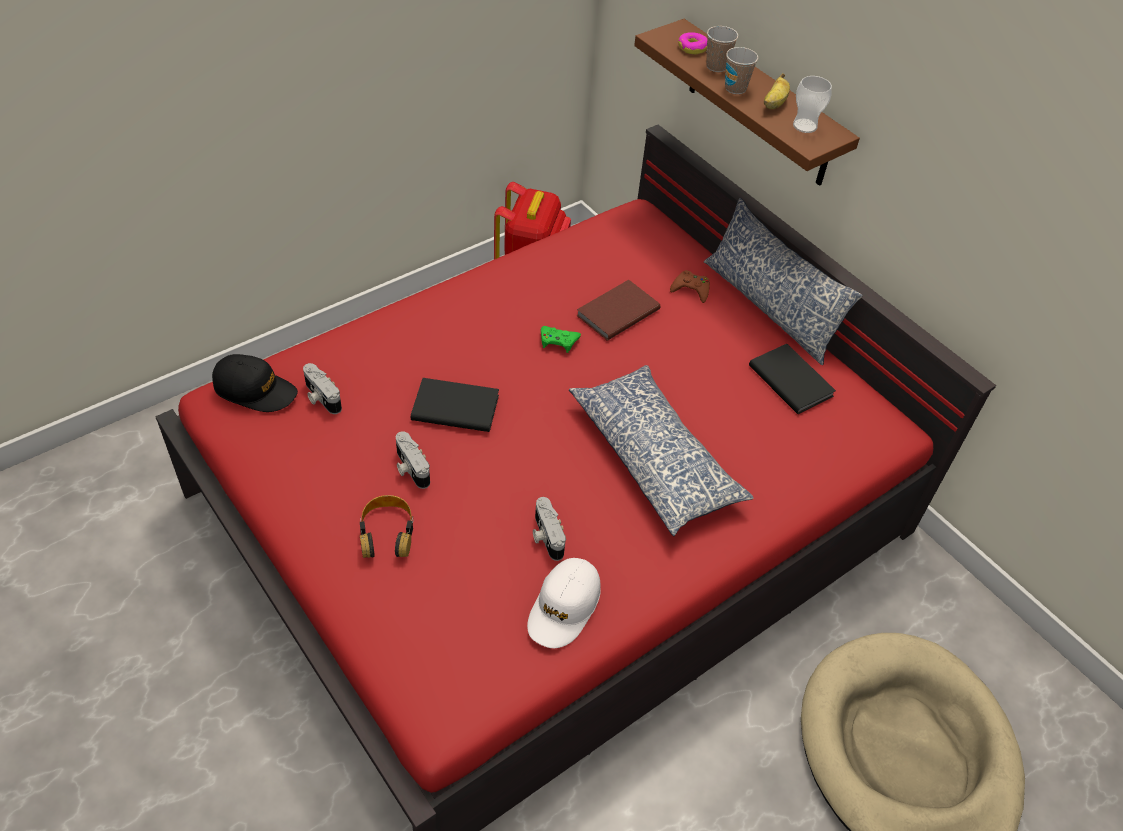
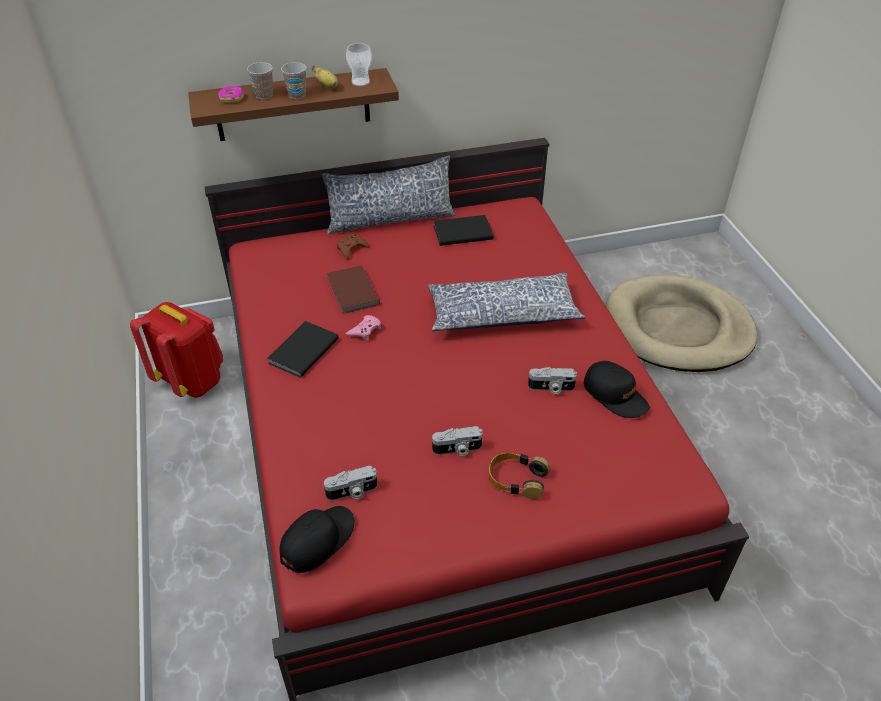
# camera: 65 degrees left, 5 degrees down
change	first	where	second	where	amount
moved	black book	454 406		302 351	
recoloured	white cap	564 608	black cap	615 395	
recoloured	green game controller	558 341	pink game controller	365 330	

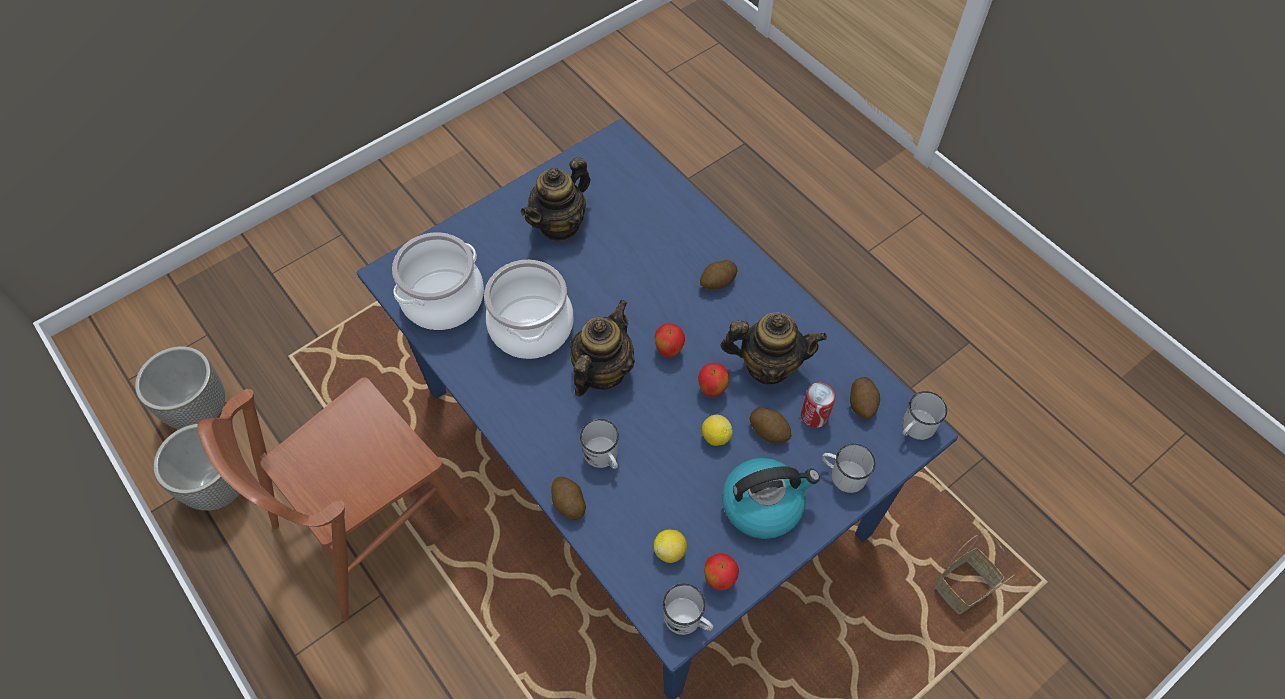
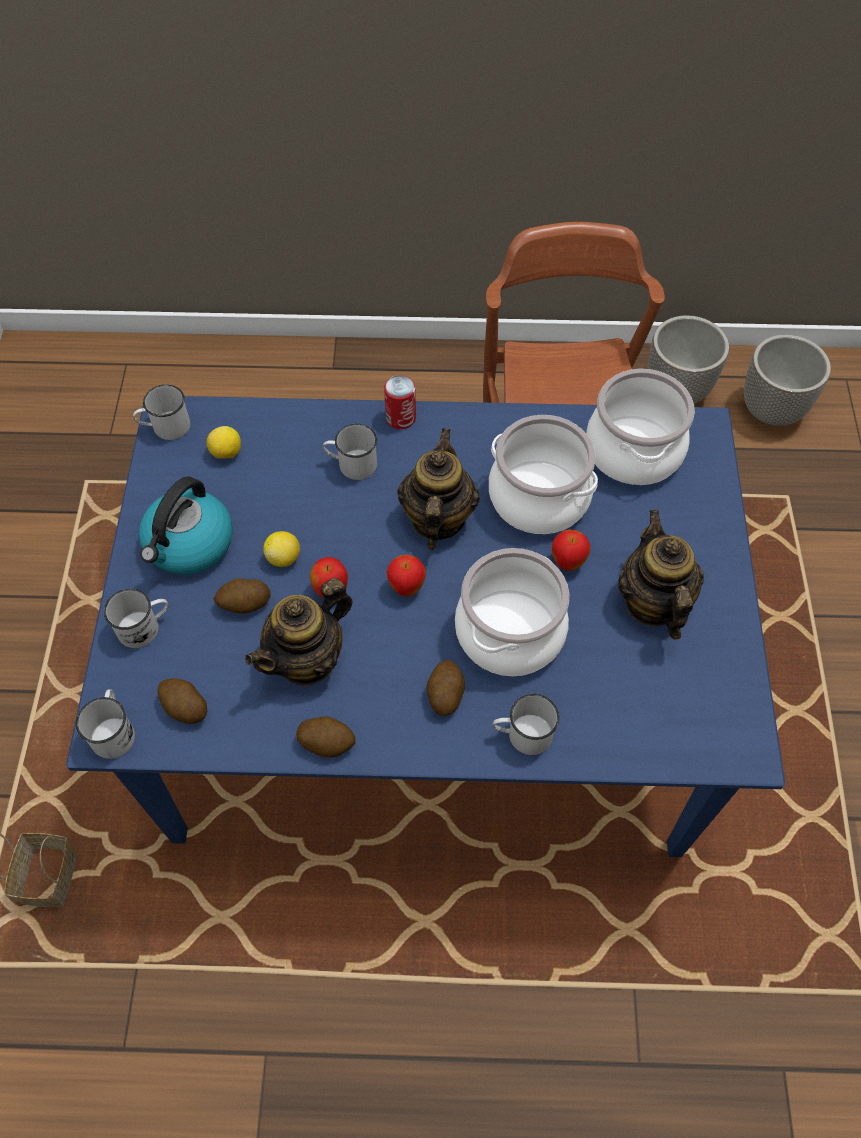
# camera: 130 degrees right, 0 degrees up
change	first	where	second	where	amount
moved	potato	568 503		327 742	
turned	teapot	602 371		437 519	150 degrees counterclockwise
moved	apple	719 579		567 563	
moved	can	814 415		400 418	
added			cooking pot	511 632	
added			white mug	522 735	

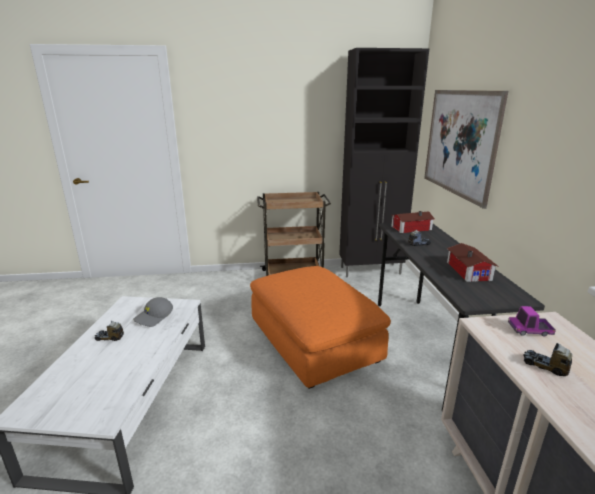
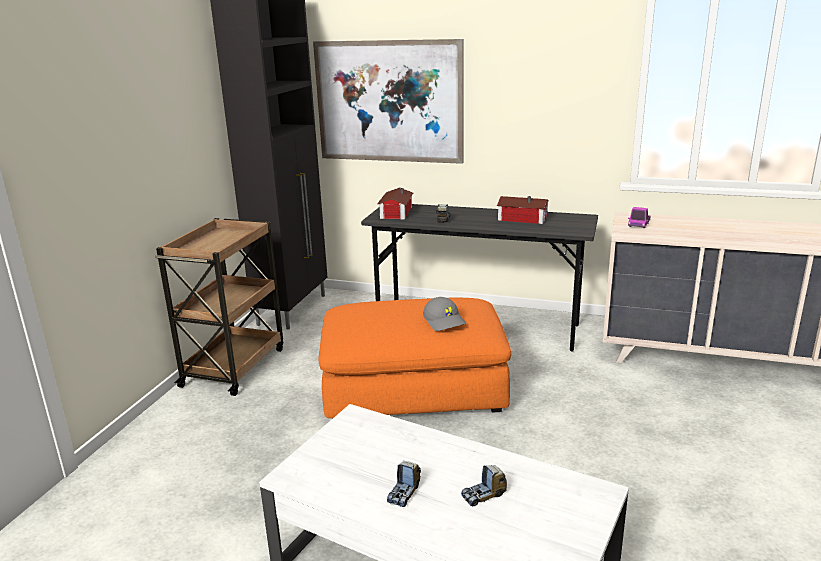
# camera: 65 degrees left, 0 degrees up
change	first	where	second	where	amount
moved	grey cap	154 317		445 321	
moved	toy truck	545 366		484 495	

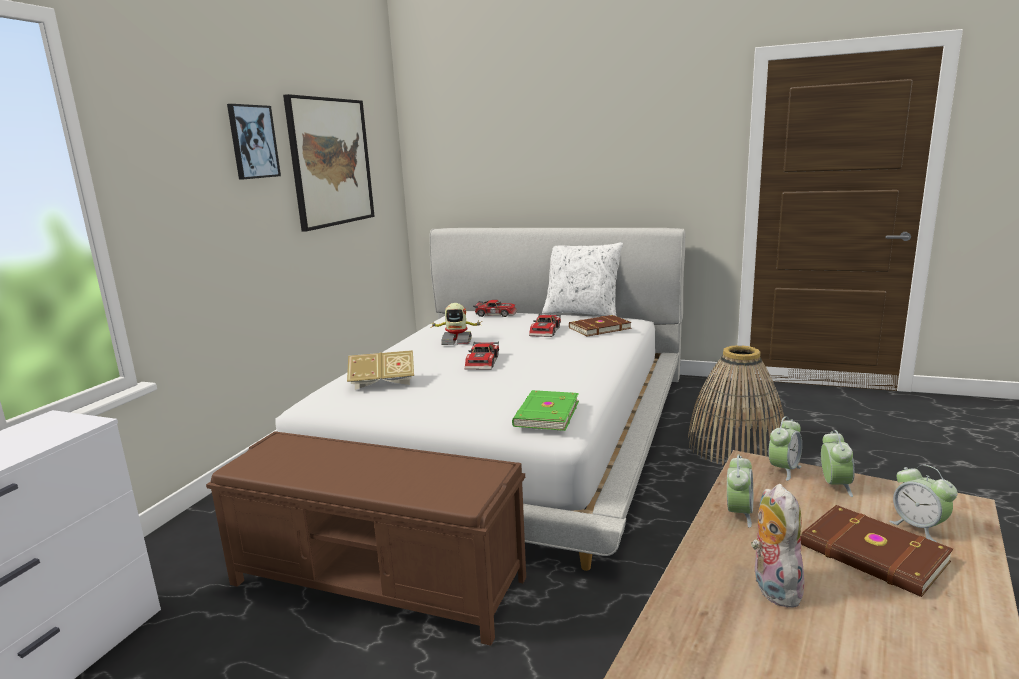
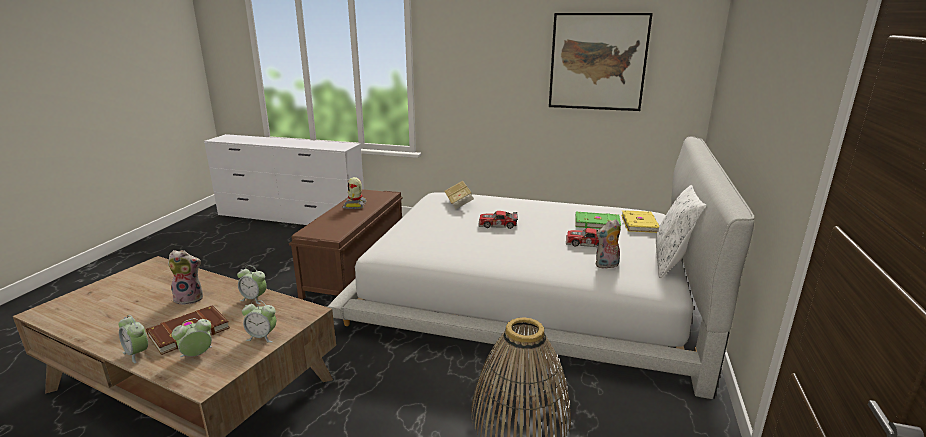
# camera: 85 degrees right, 5 degrees up
change	first	where	second	where	amount
removed	picture	253 142			
moved	toy robot	457 341		355 205	
replaced	toy car	496 314	yellow book	640 223	
moved	green book	545 414		596 222	
replaced	brown book	599 328	plush toy	607 265	
moved	alarm clock	783 470		137 353	

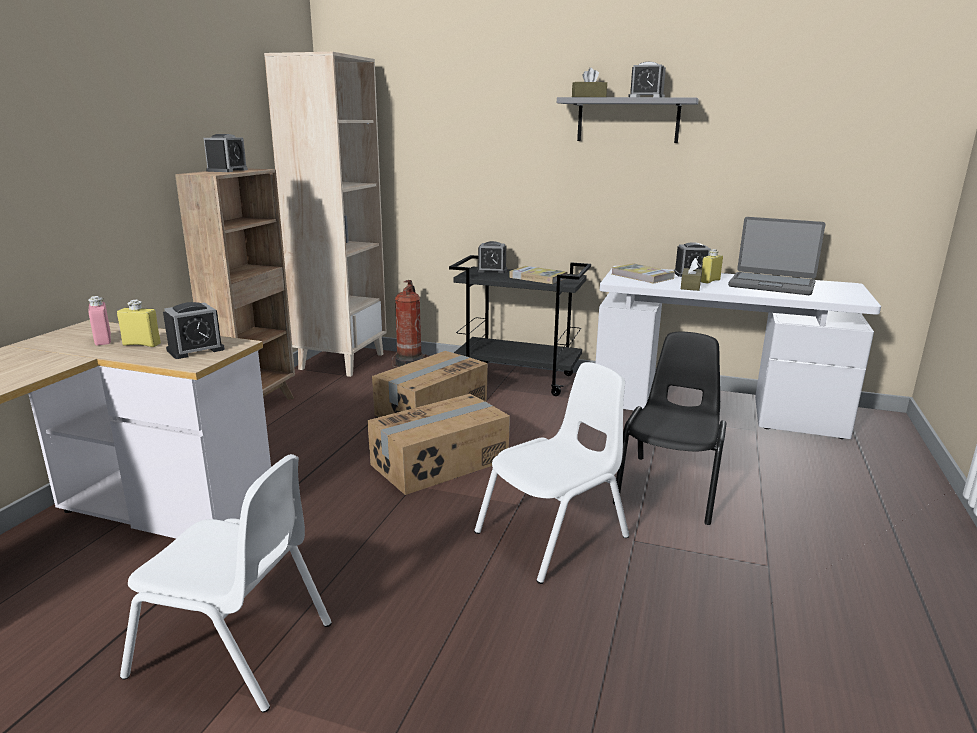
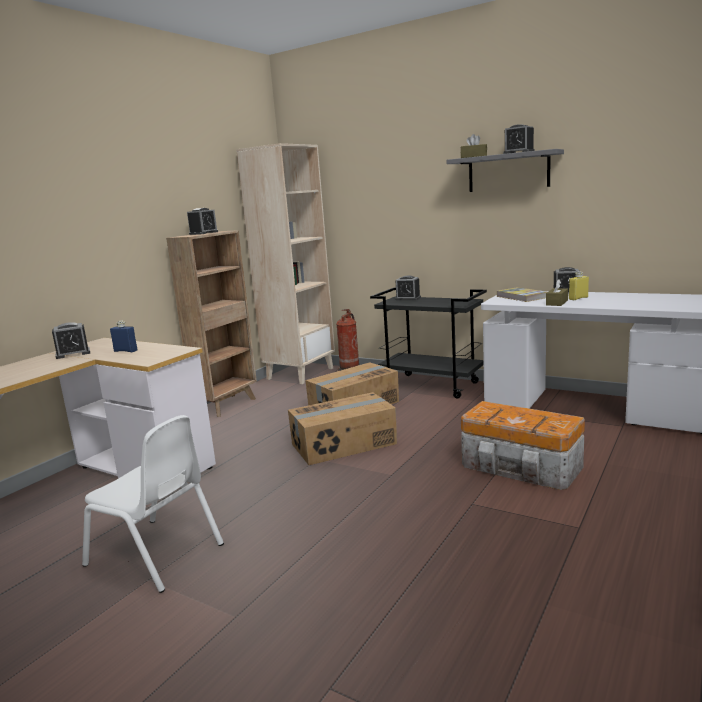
# camera: 15 degrees right, 5 degrees down
change	first	where	second	where	amount
removed	pink bottle	103 340			
recoloured	yellow bottle	141 344	blue bottle	125 351	
moved	alarm clock	195 350		73 353	
removed	white chair	553 536			
removed	book	538 278			
replaced	black chair	670 488	storage box	521 467	
removed	laptop	771 285			

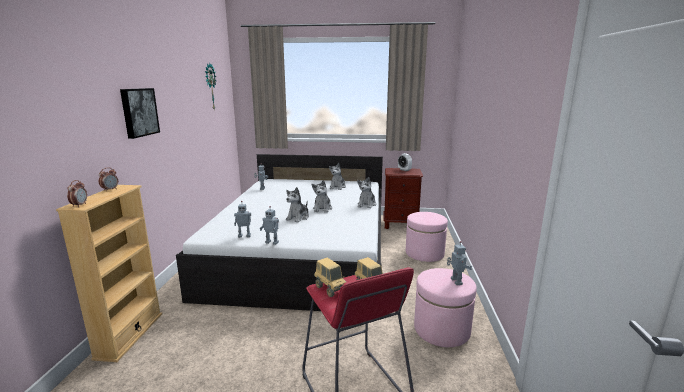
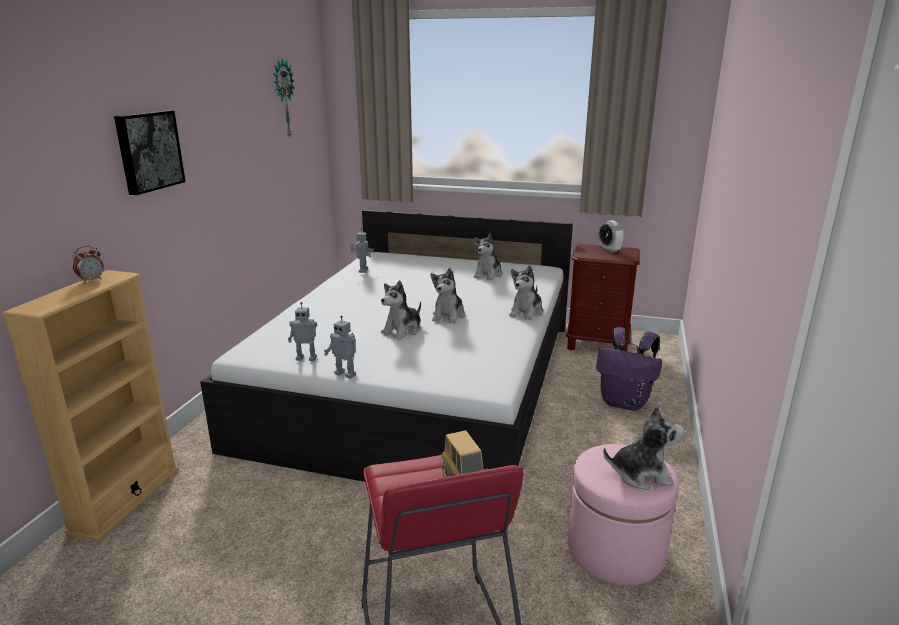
# camera: 10 degrees right, 5 degrees up
change	first	where	second	where	amount
removed	alarm clock	79 205			
removed	toy truck	330 289			
replaced	pink ottoman	424 253	purple backpack	625 402	
replaced	toy robot	455 281	plush toy	641 475	

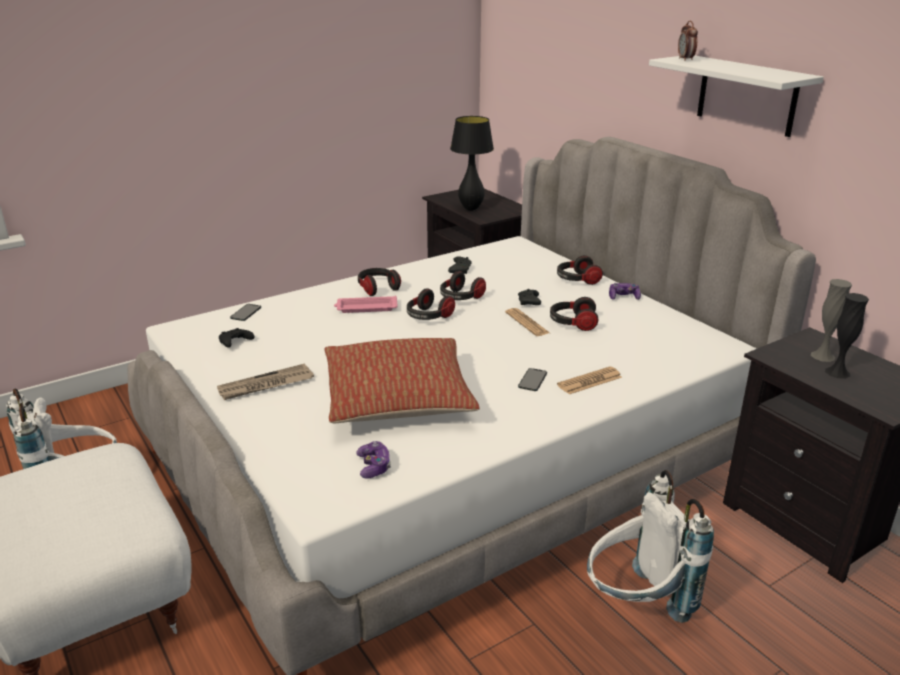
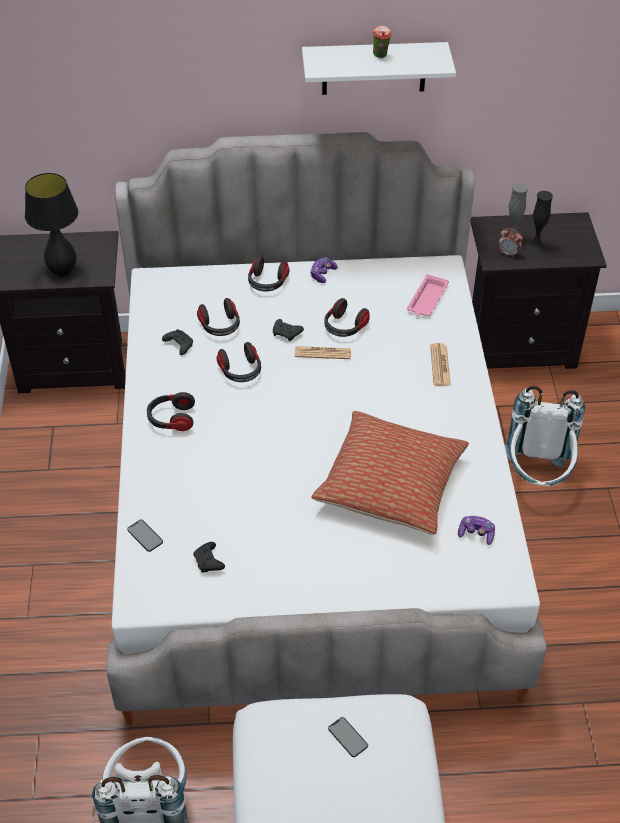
# camera: 60 degrees left, 20 degrees up
change	first	where	second	where	amount
removed	newspaper	265 385			
moved	pink tray	365 308		427 300	
moved	headphones	428 317		220 326	
moved	phone	532 380		348 737	
moved	alarm clock	685 60		508 253	
added			cup	381 56	

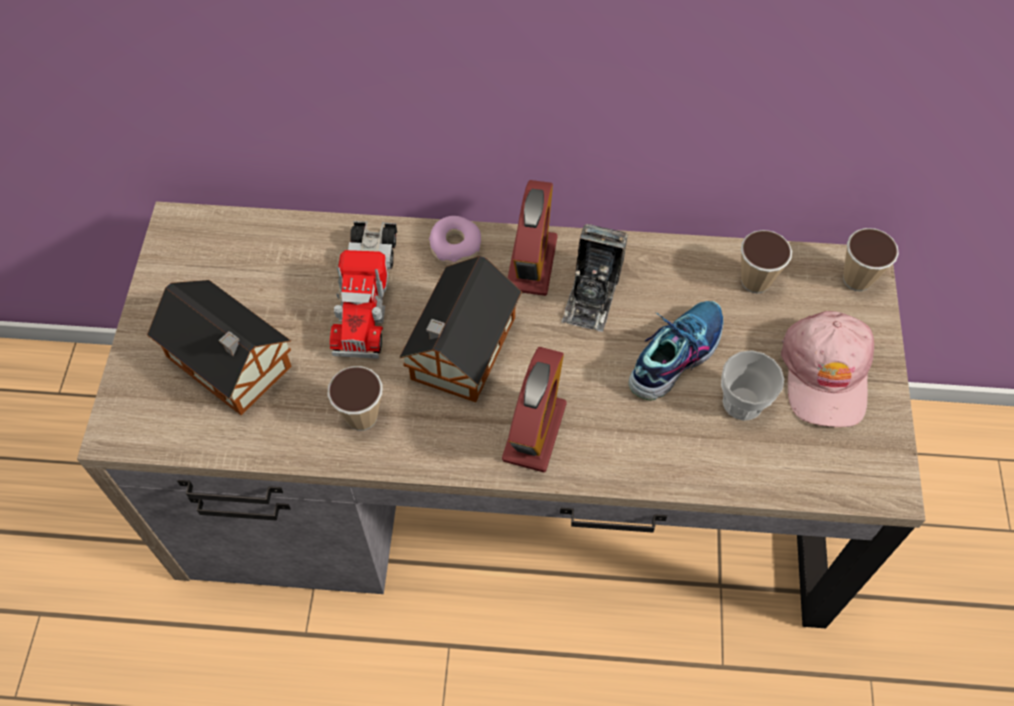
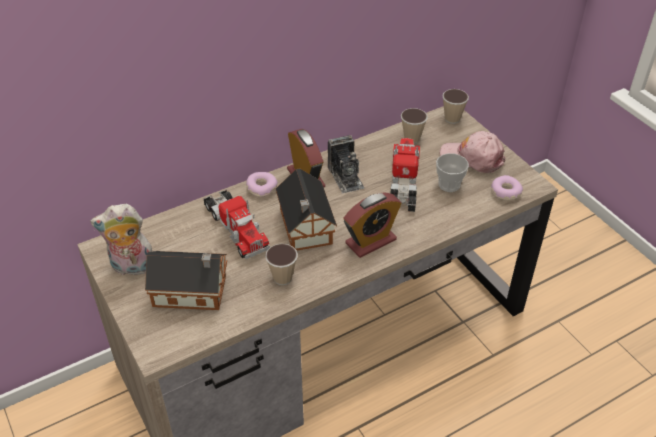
# camera: 35 degrees left, 15 degrees down
change	first	where	second	where	amount
turned	alarm clock	534 432		371 241	75 degrees clockwise
replaced	shoe	675 354	toy truck	404 181	
turned	pink cap	826 374		472 158	135 degrees clockwise
added			plush toy	131 268	
added			donut	505 192	

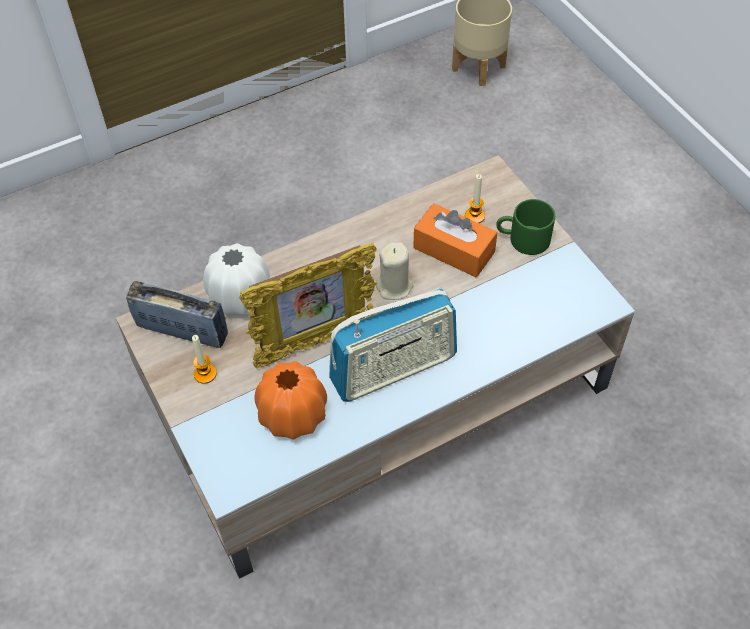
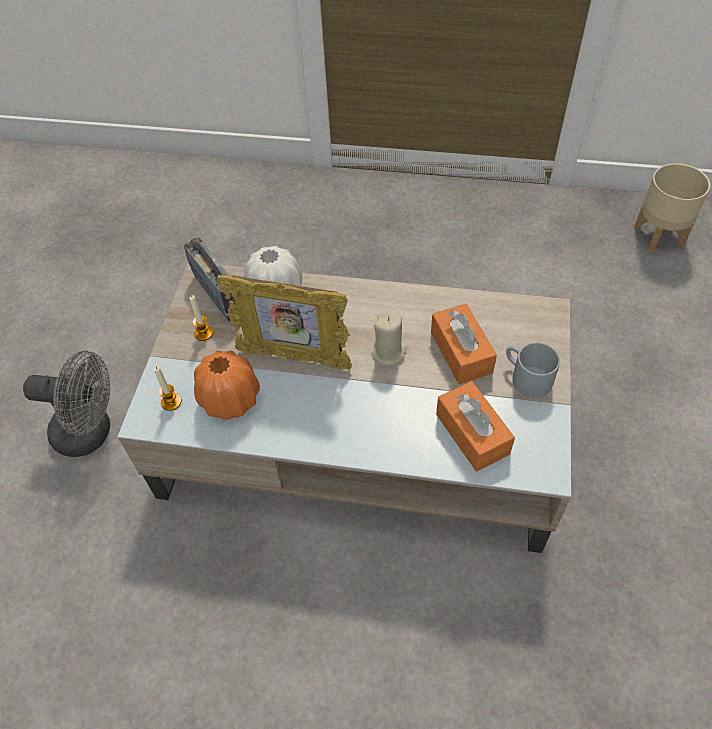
# camera: 40 degrees right, 0 degrees up
change	first	where	second	where	amount
removed	radio	393 369			
moved	candle	474 216		171 402	
recoloured	green mug	522 240	grey mug	525 377	
added			grey fan	91 433	
added			orange tissue box	472 434	

